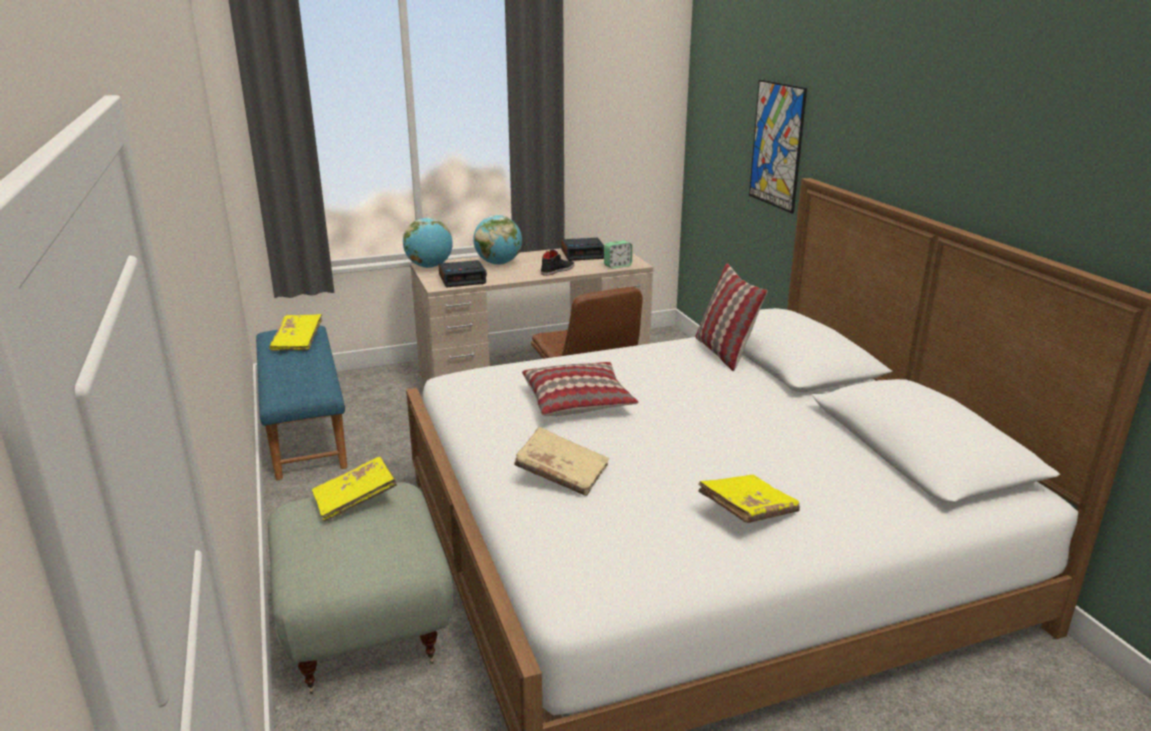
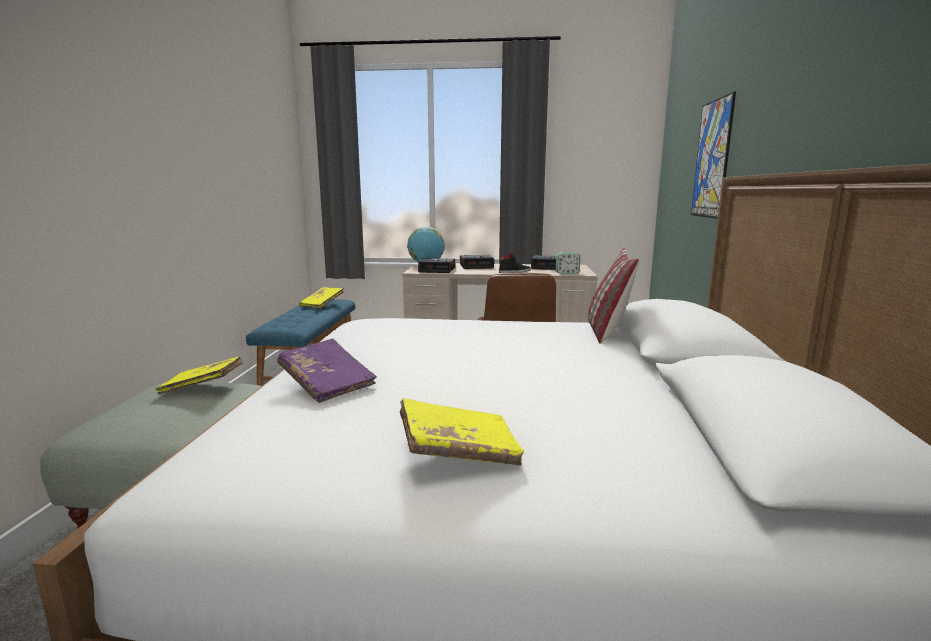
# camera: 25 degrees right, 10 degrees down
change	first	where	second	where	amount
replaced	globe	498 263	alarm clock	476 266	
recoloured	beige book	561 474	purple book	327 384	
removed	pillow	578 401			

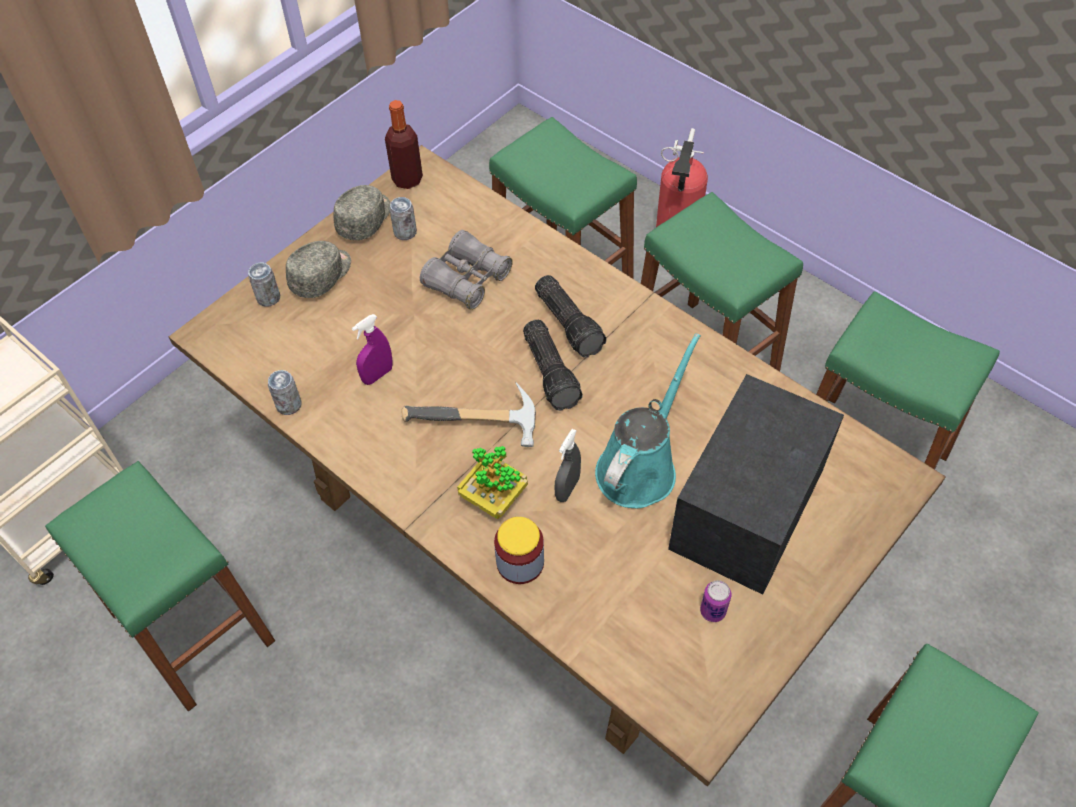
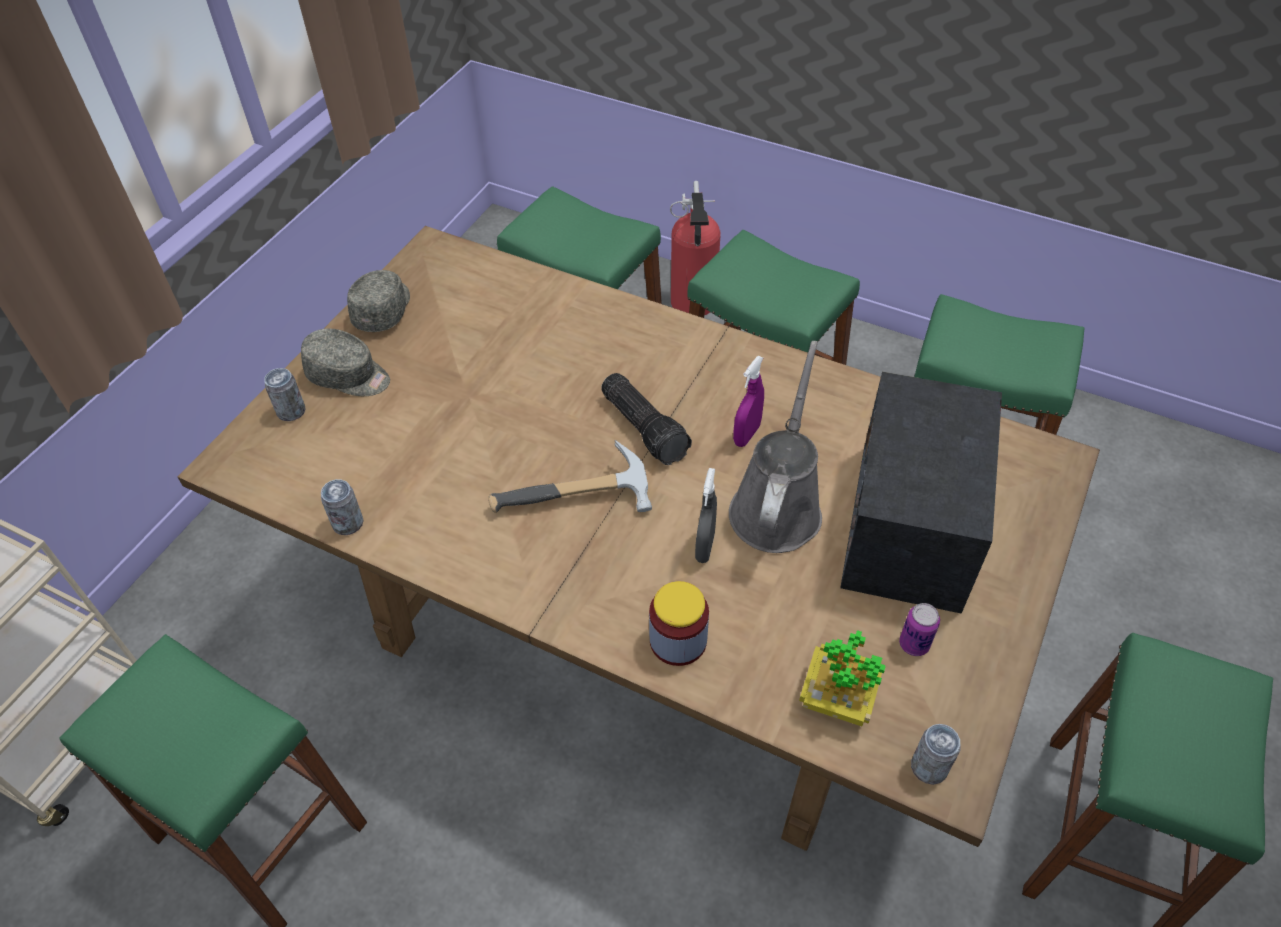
# camera: 15 degrees left, 5 degrees down
change	first	where	second	where	amount
turned	grey cap	322 275		349 376	90 degrees clockwise
moved	purple spray bottle	377 375		746 435	
removed	bottle	407 179			
moved	can	405 232		929 767	
removed	grey binoculars	467 279			
moved	potted plant	493 496		837 697	
removed	flashlight	570 323			
recoloured	turquoise watering can	640 466	grey watering can	777 506	

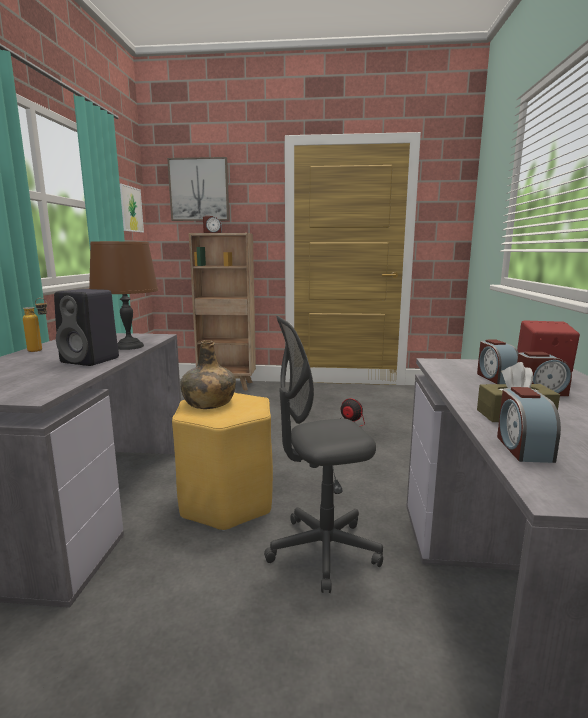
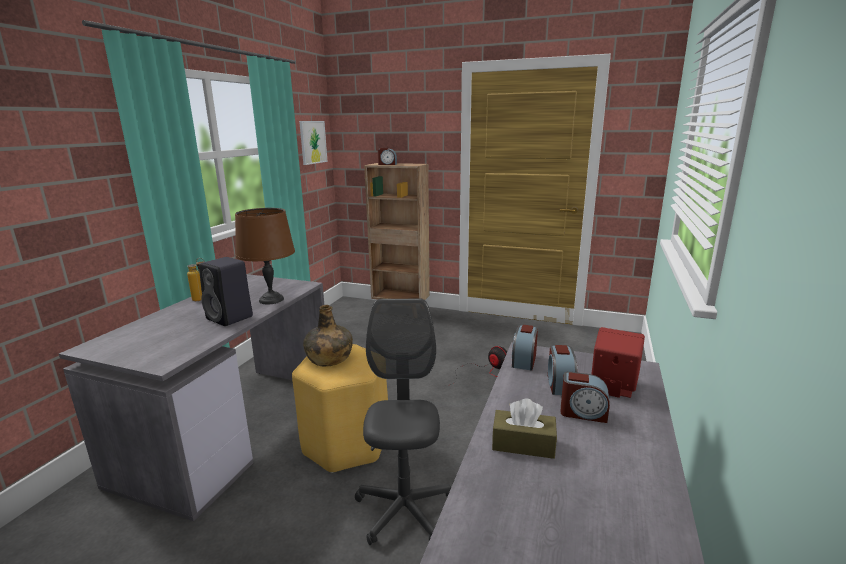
# camera: 15 degrees right, 5 degrees up
change	first	where	second	where	amount
removed	picture	199 190			
turned	grey office chair	323 551		404 509	90 degrees clockwise
moved	alarm clock	522 447		524 360	

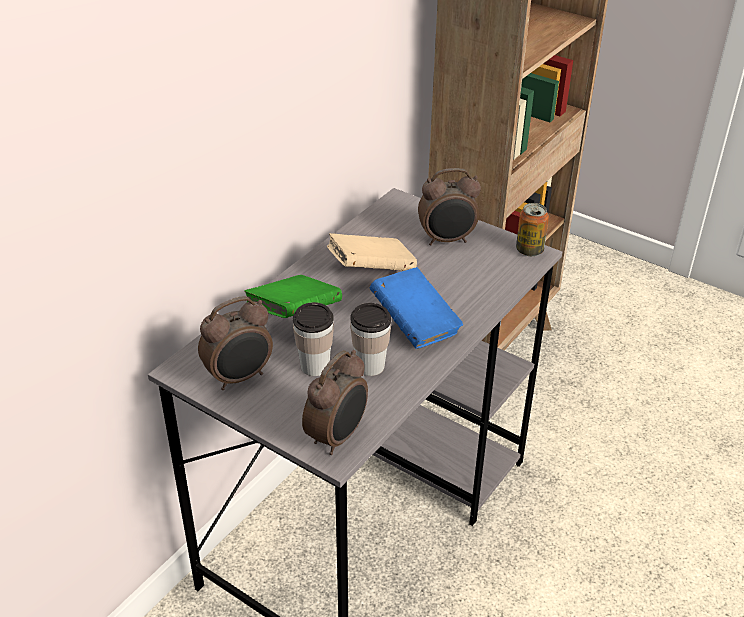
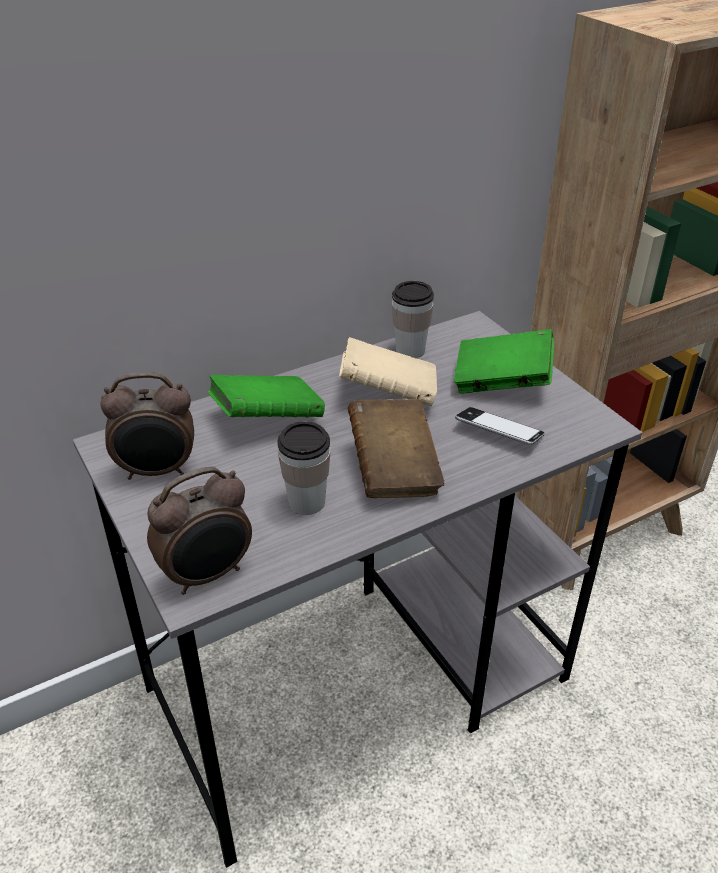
# camera: 25 degrees right, 0 degrees up
change	first	where	second	where	amount
moved	cup	315 366		410 350	
recoloured	blue book	415 325	brown book	394 469	
replaced	alarm clock	447 240	green book	501 382	
removed	can	529 250			
added			phone	499 432	

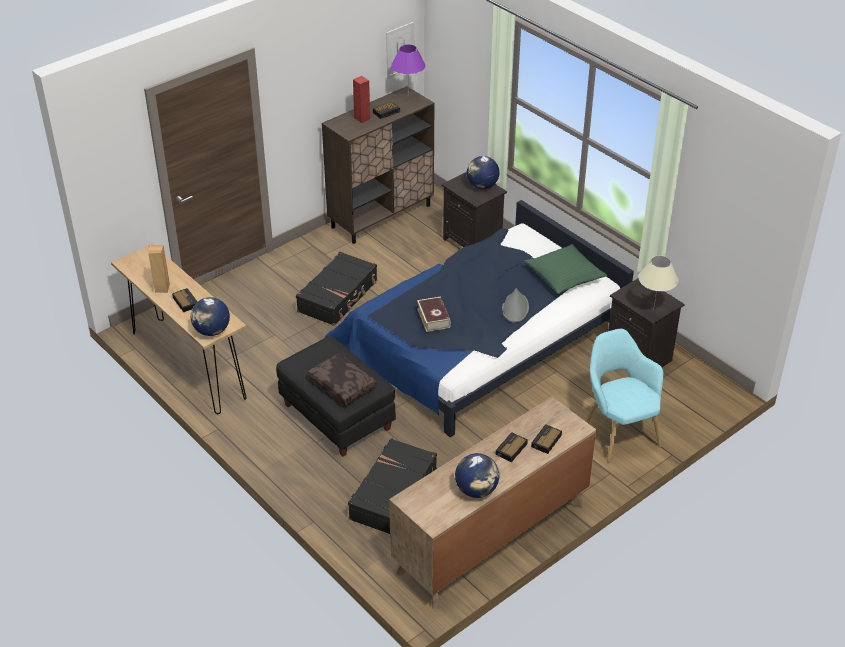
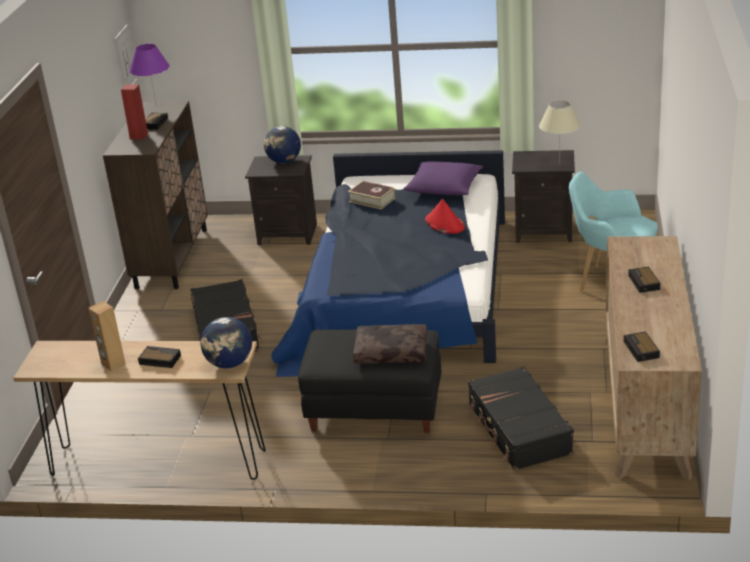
# camera: 40 degrees left, 10 degrees down
change	first	where	second	where	amount
moved	book	433 318		372 200	
removed	globe	476 490			
recoloured	grey hat	515 308	red hat	444 224	
recoloured	green pillow	564 275	purple pillow	444 187	
moved	alarm clock	546 441		641 350	

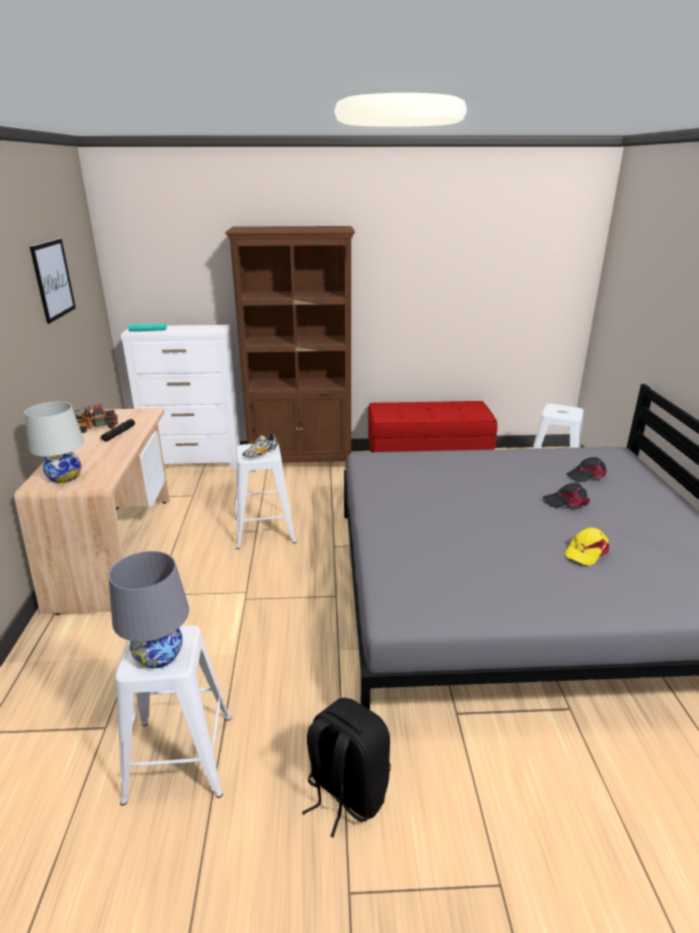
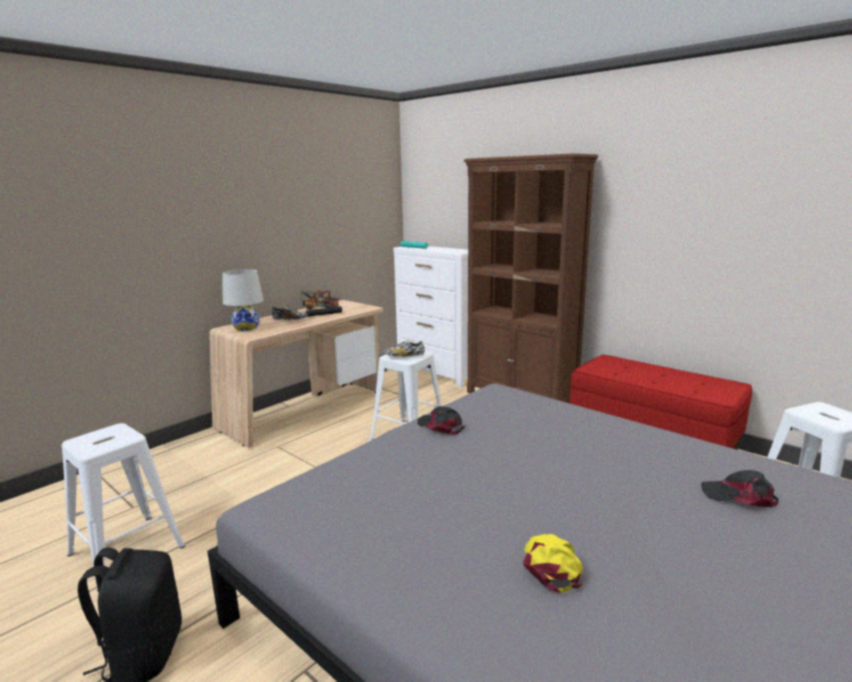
# camera: 45 degrees right, 10 degrees down
change	first	where	second	where	amount
removed	picture	53 279			
removed	grey table lamp	158 655			
moved	black cap	566 501		440 426	
turned	yellow cap	586 551		551 565	90 degrees clockwise
added			shoe	290 320	

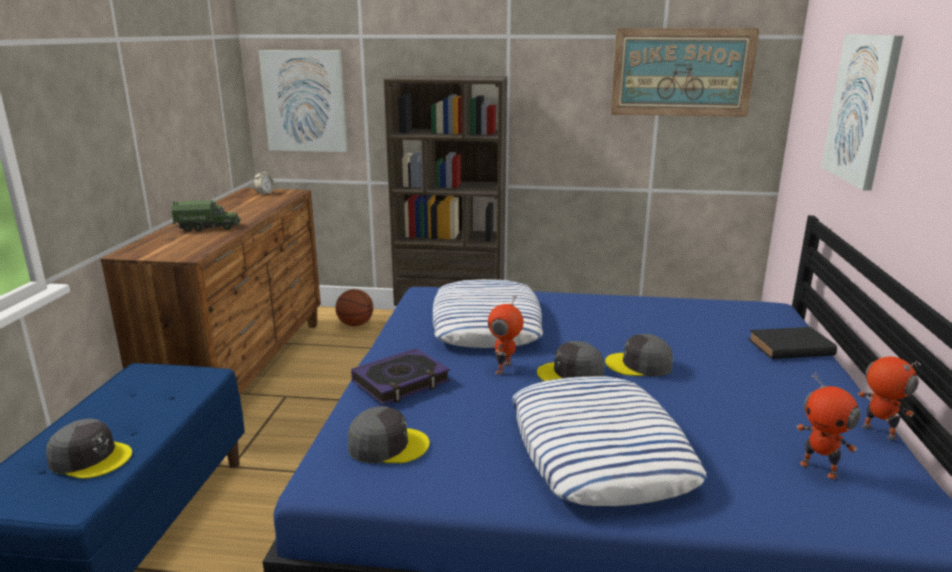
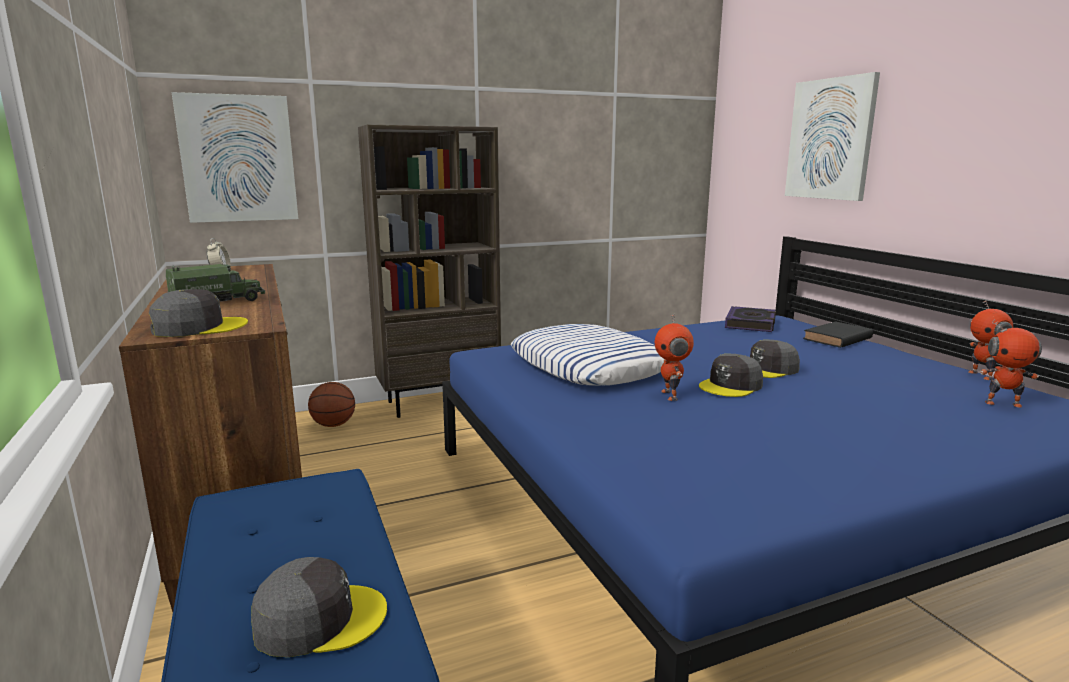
# camera: 30 degrees left, 5 degrees down
change	first	where	second	where	amount
moved	grey cap	387 445		199 327	
moved	book	401 382		750 324	
removed	pillow	599 450			
removed	picture	682 72			
turned	toy robot	877 432		982 375	120 degrees counterclockwise

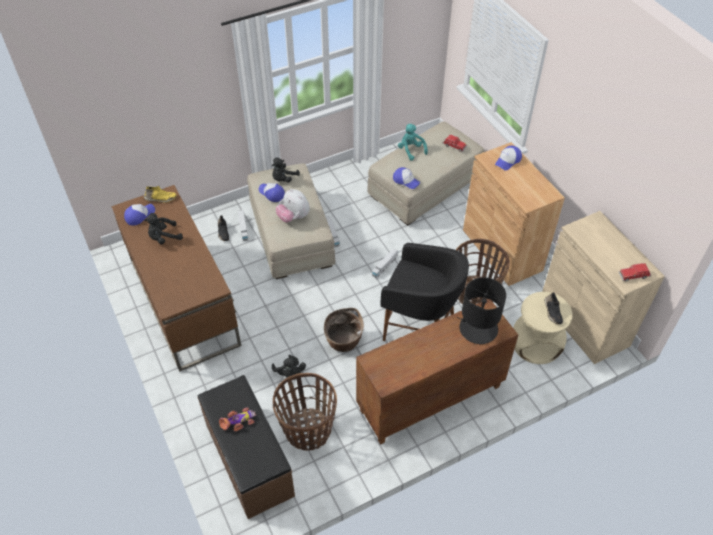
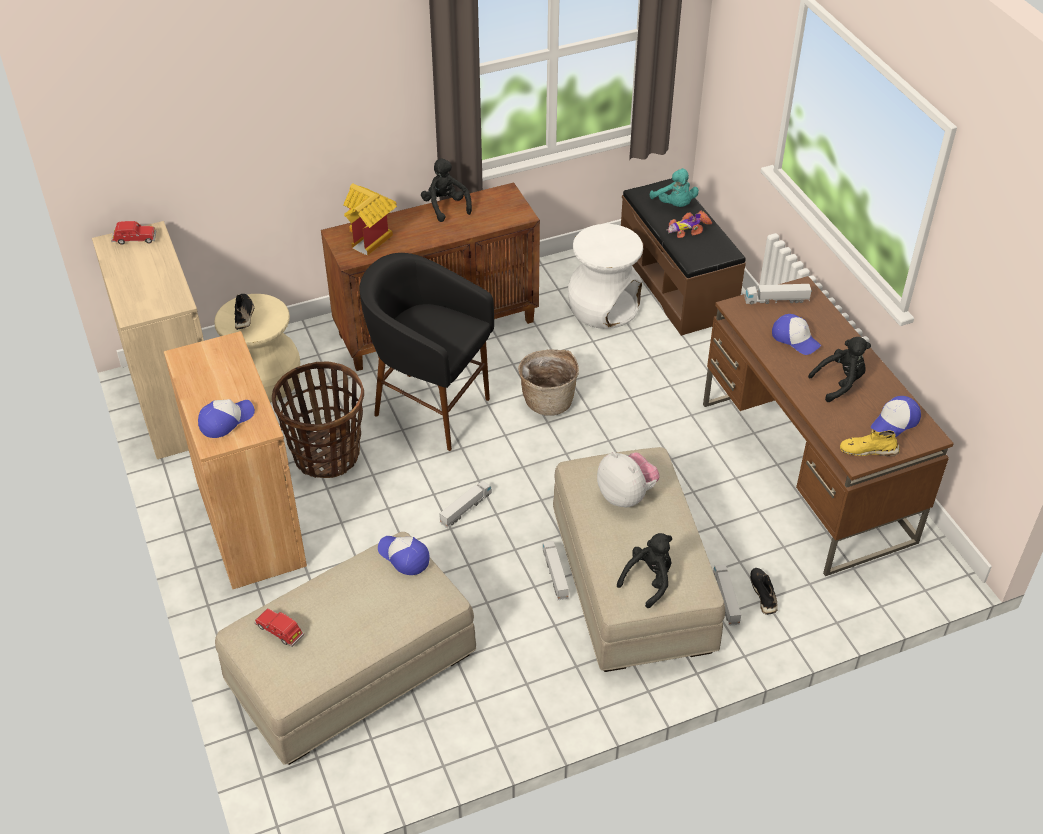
# camera: 175 degrees left, 5 degrees down
change	first	where	second	where	amount
moved	cap	271 193		795 339	
moved	black plush toy	290 373		445 206	
replaced	basket	307 430	white stool	603 306	
moved	turquoise plush toy	411 150		674 205	
replaced	black table lamp	478 328	toy house	371 238	
added			toy truck	776 300	

